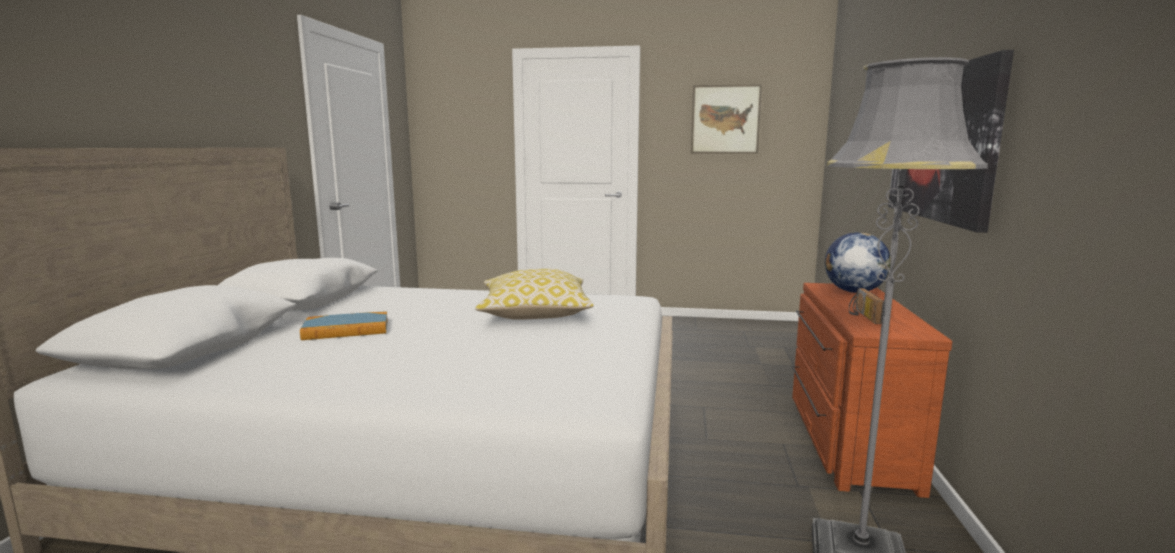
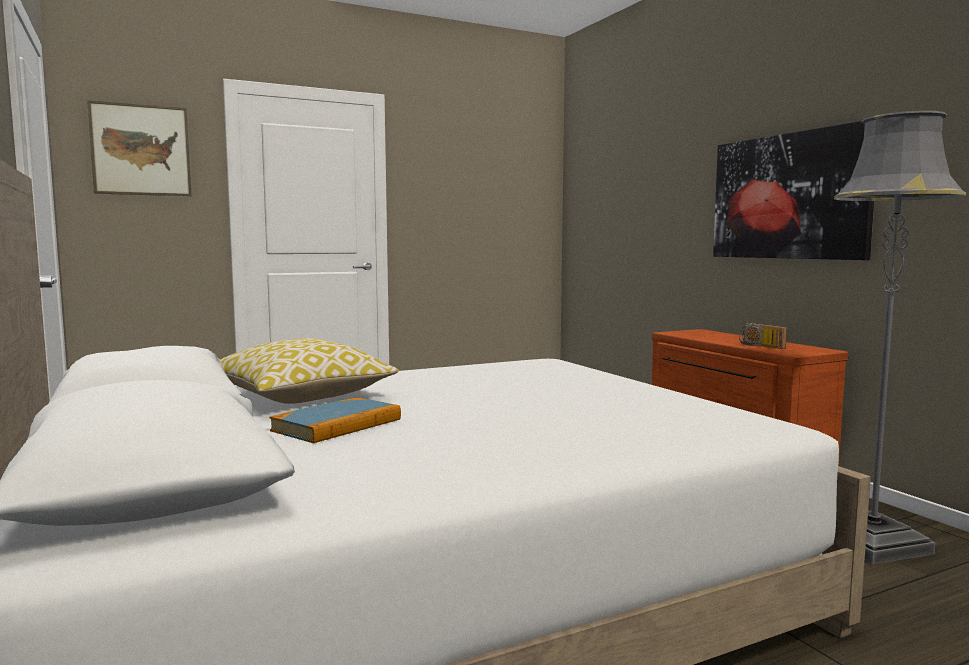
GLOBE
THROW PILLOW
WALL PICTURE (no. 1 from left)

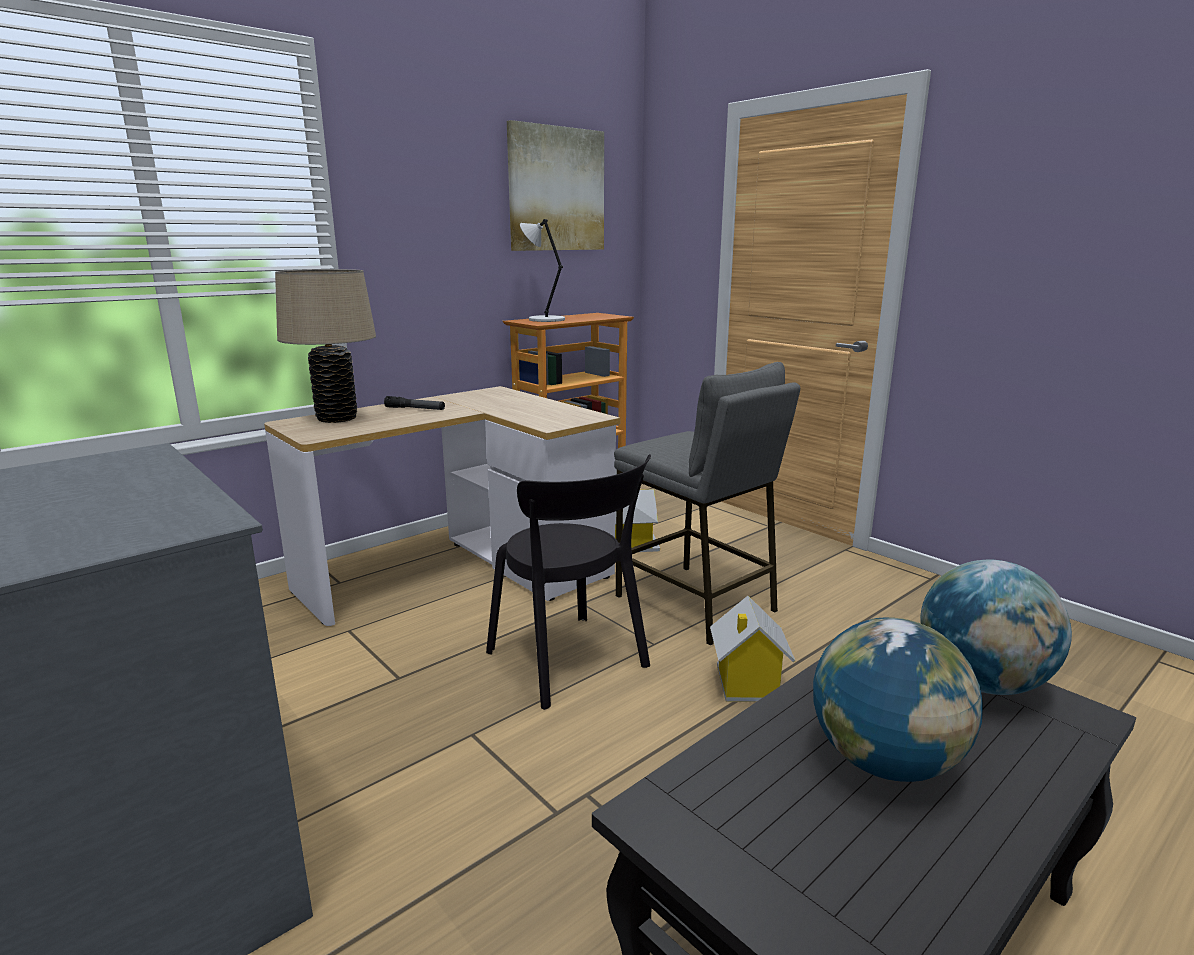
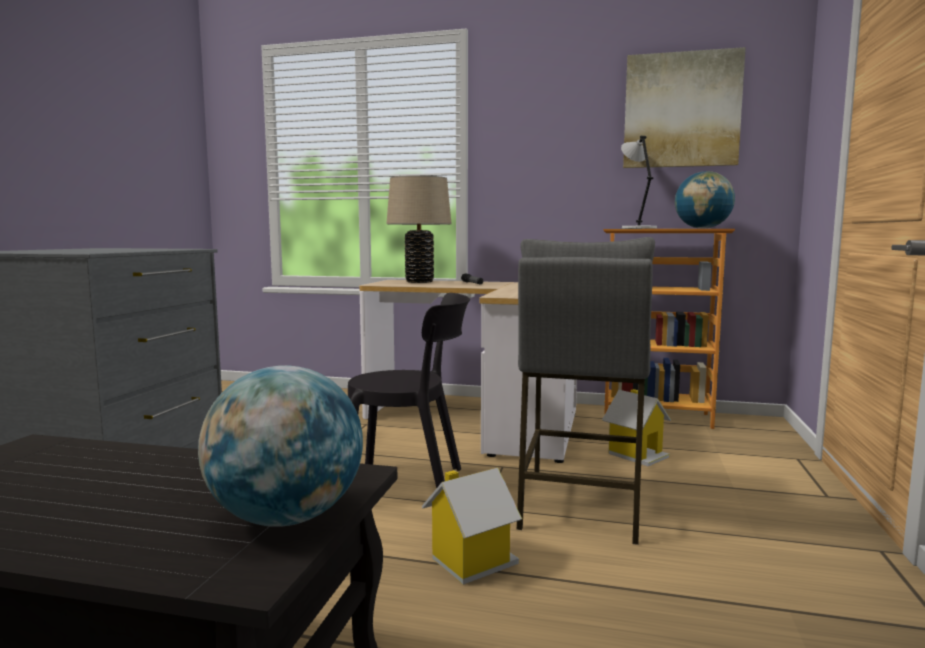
GLOBE (no. 2 from left)
BLACKISH CHAIR

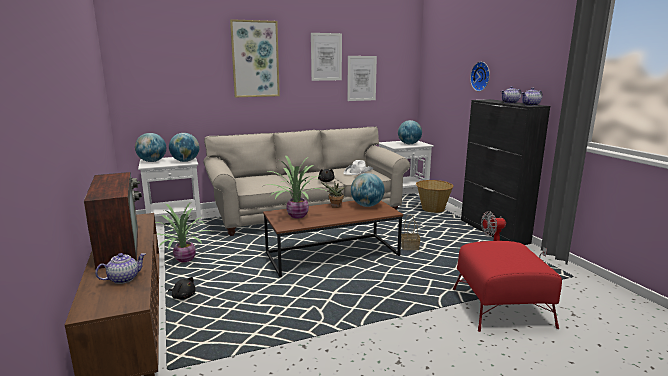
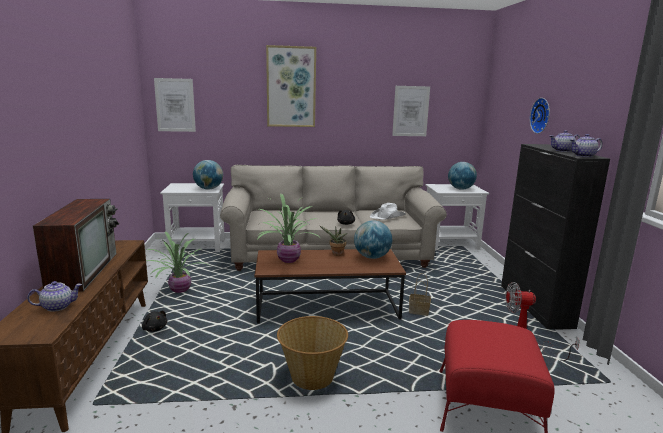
GLOBE (no. 1 from left in the first image)
WALL PICTURE (no. 1 from left)
BASKET (no. 1 from left)

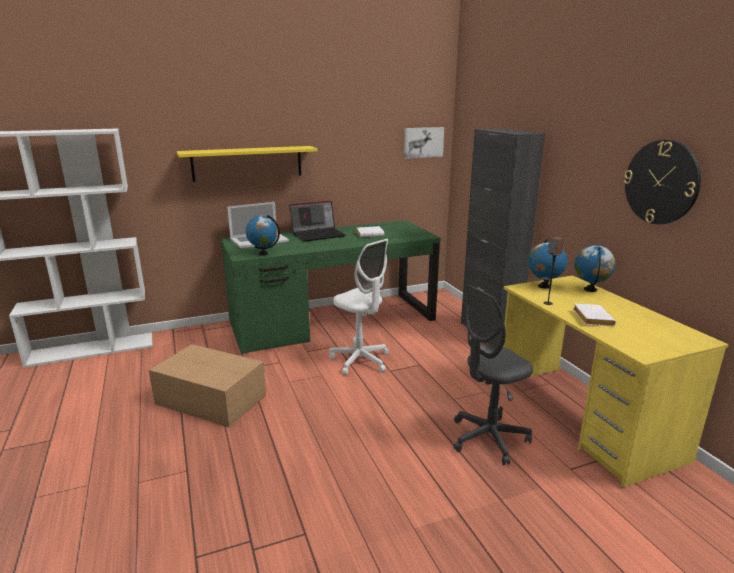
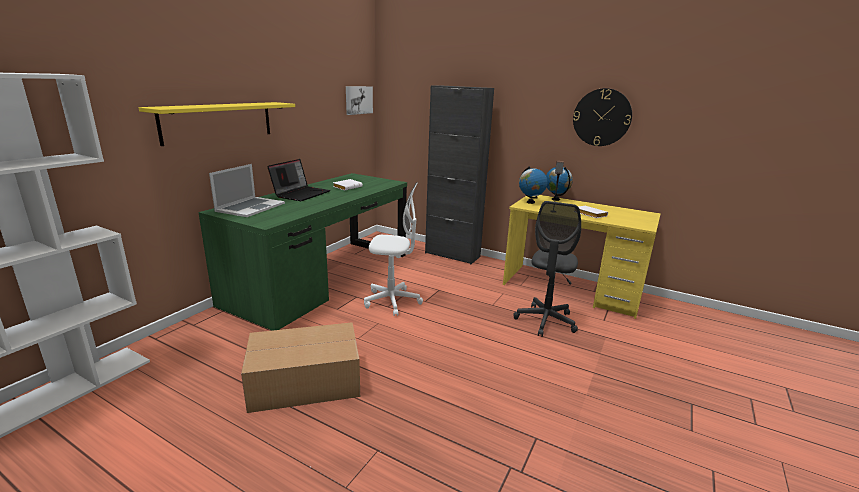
GLOBE (no. 1 from left in the first image)

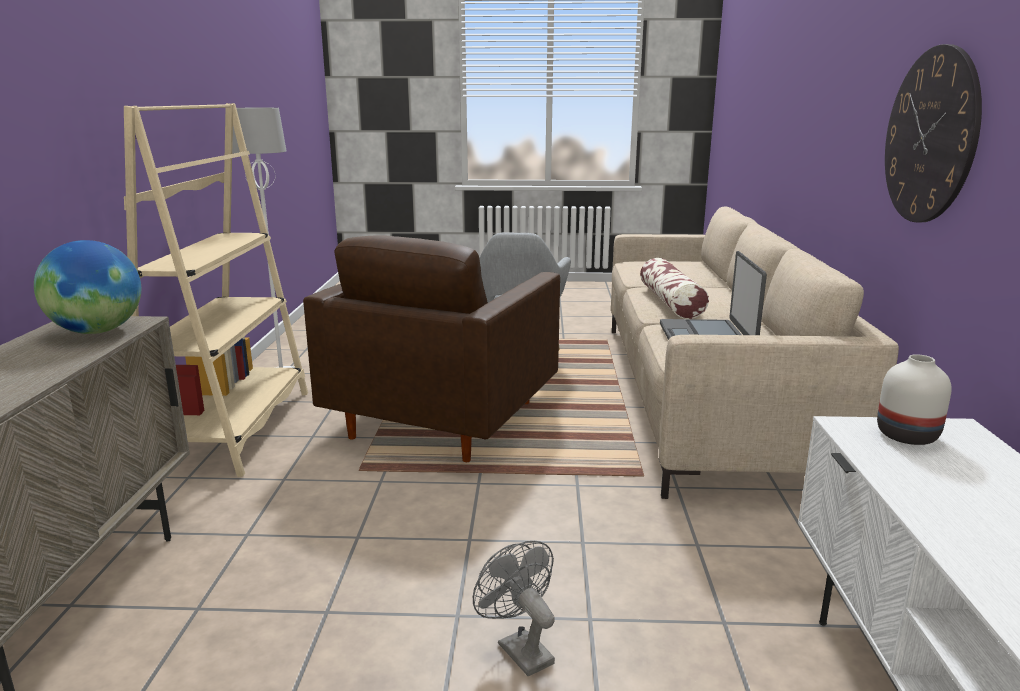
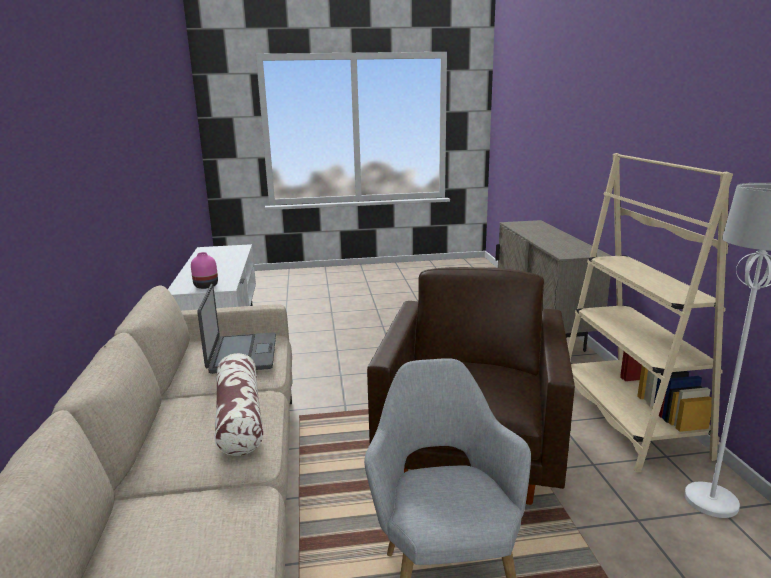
GLOBE
GRAY COOLING FAN
WALL CLOCK
PINKISH DECORATIVE VASE

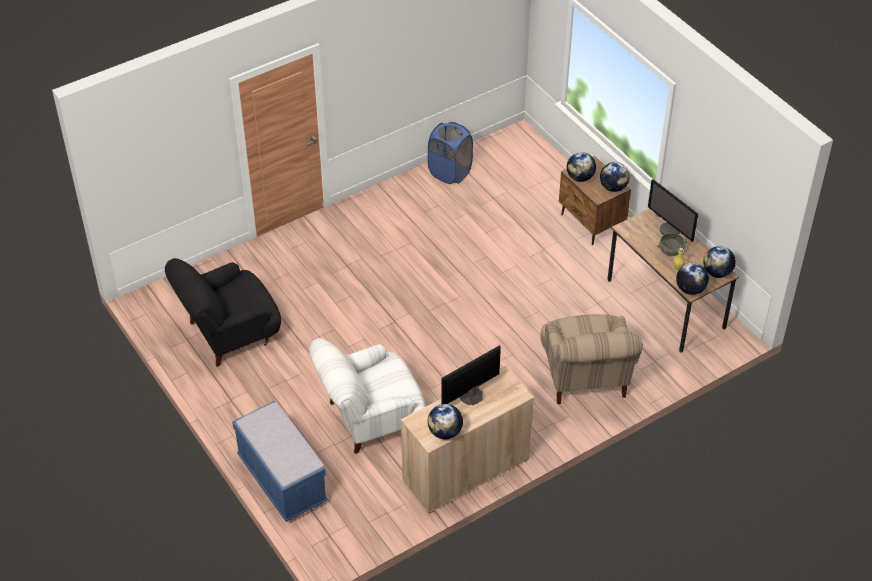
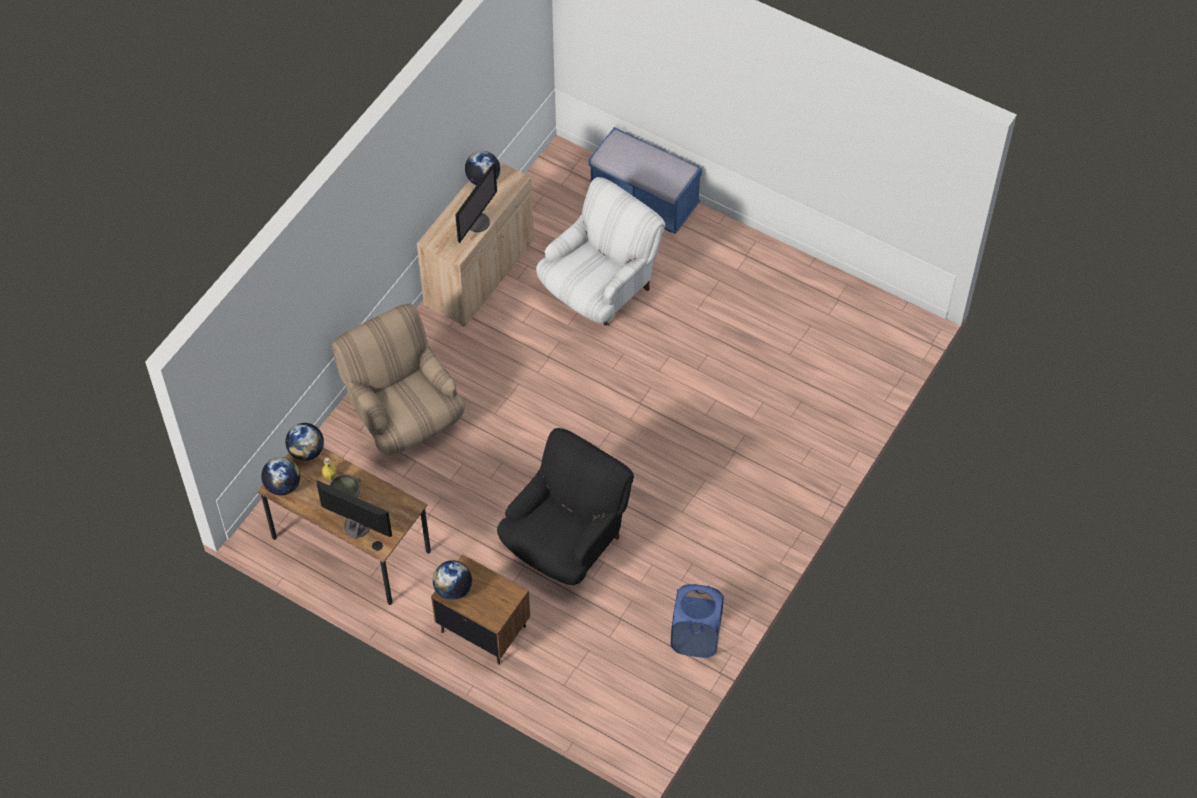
GLOBE (no. 2 from left in the first image)
BLACKISH LOUNGE CHAIR

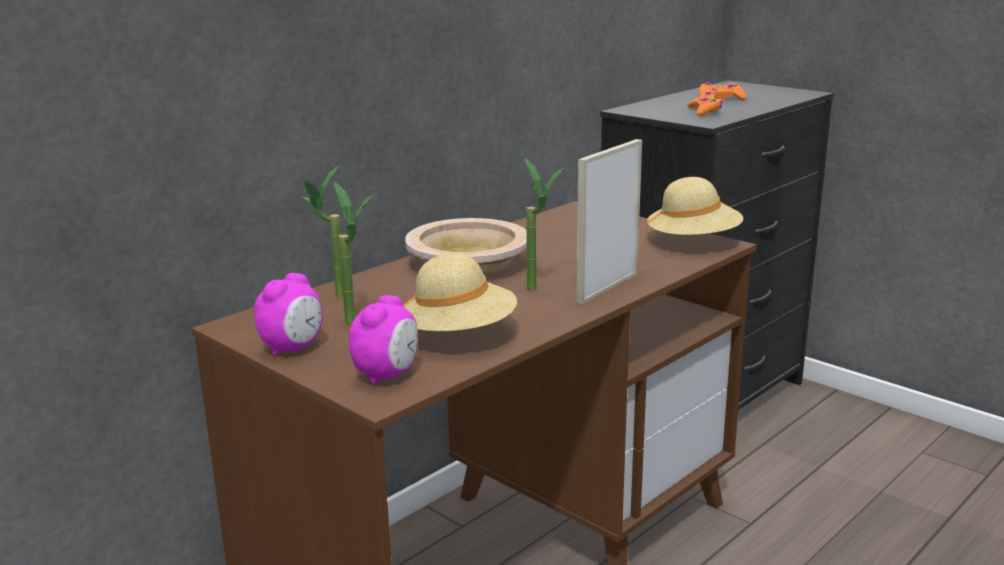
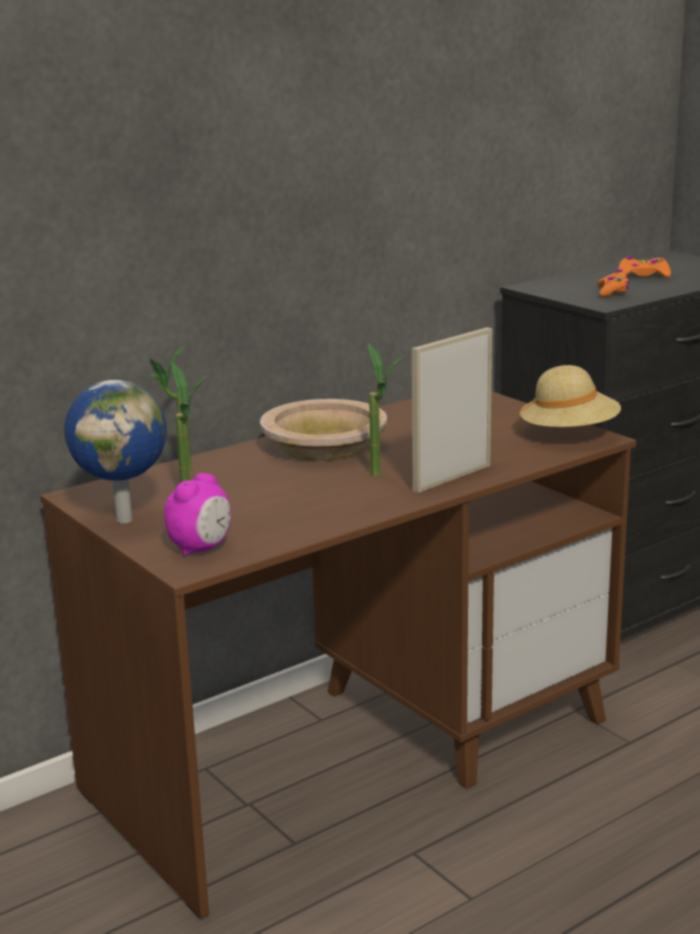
BEIGE CLOTHING HAT (no. 1 from left in the first image)
GLOBE

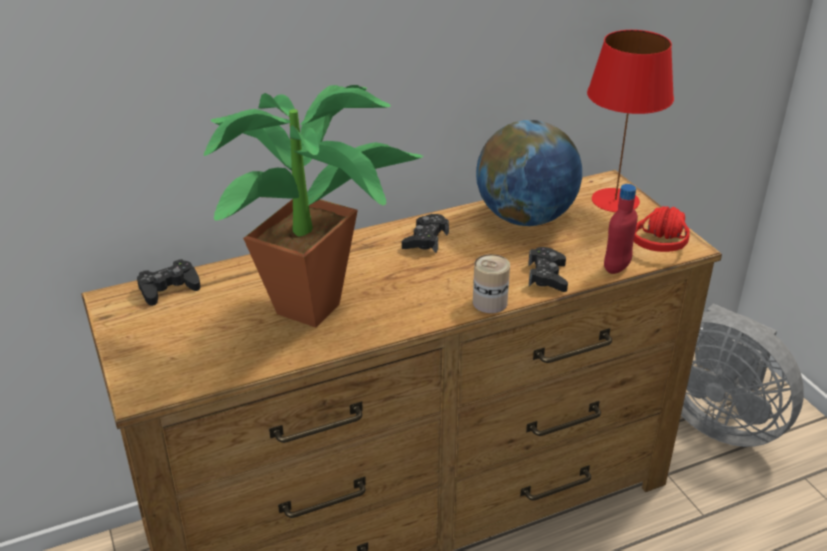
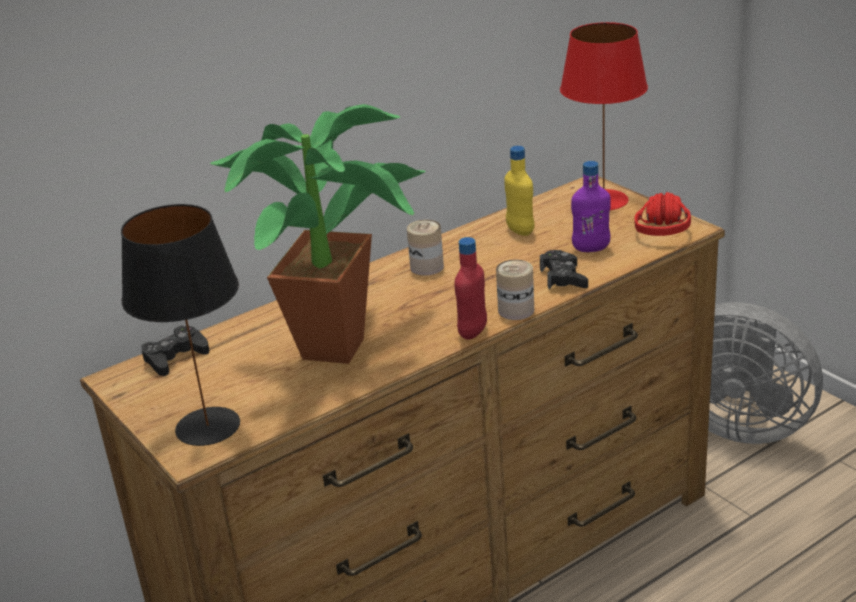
BLACKISH LAMP FOR A TABLE
PURPLE-COLOURED BOTTLE
REDDISH BOTTLE
SEALED CAN (no. 1 from left)
YELLOW-COLOURED BOTTLE

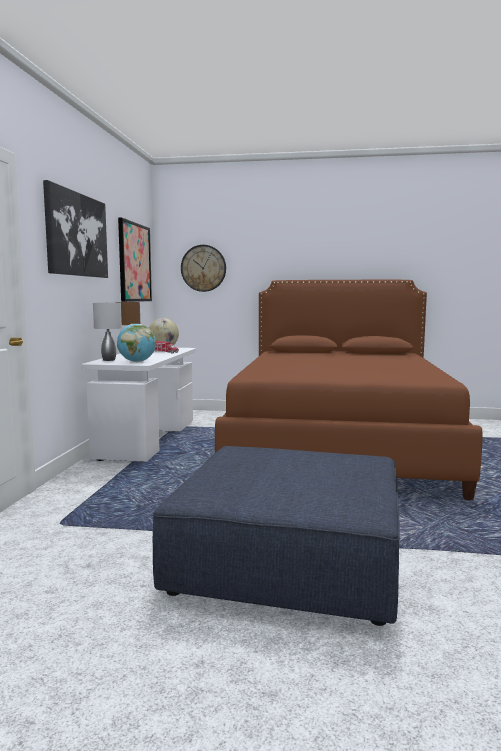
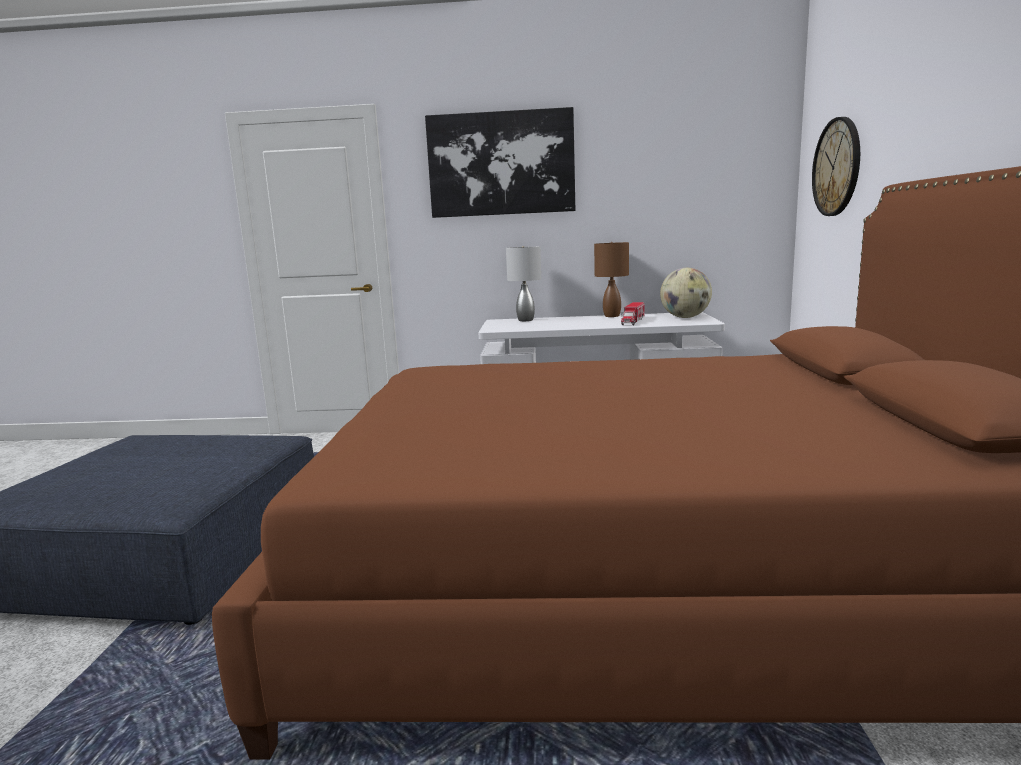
GLOBE (no. 1 from left in the first image)
WALL PICTURE (no. 2 from left in the first image)

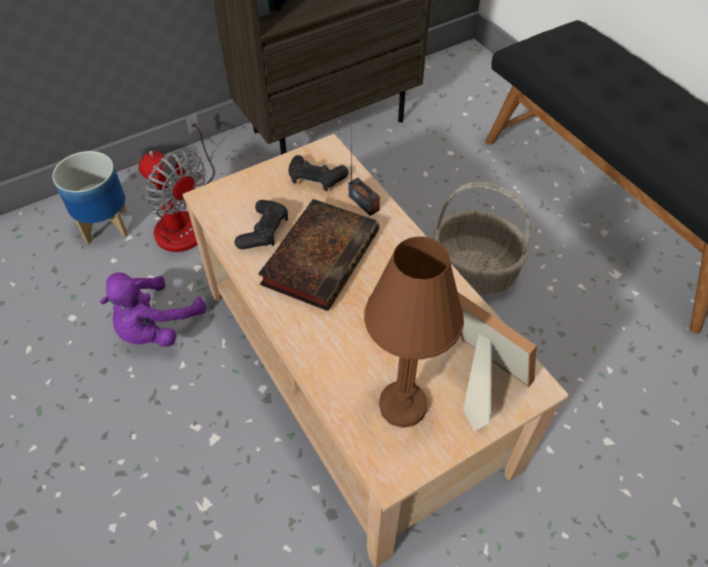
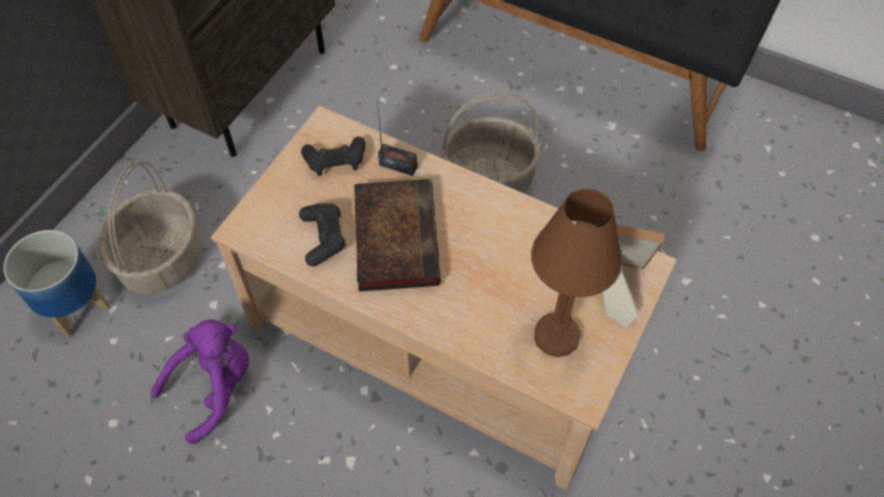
BASKET (no. 1 from left)
PURPLE-COLOURED CUDDLY TOY

